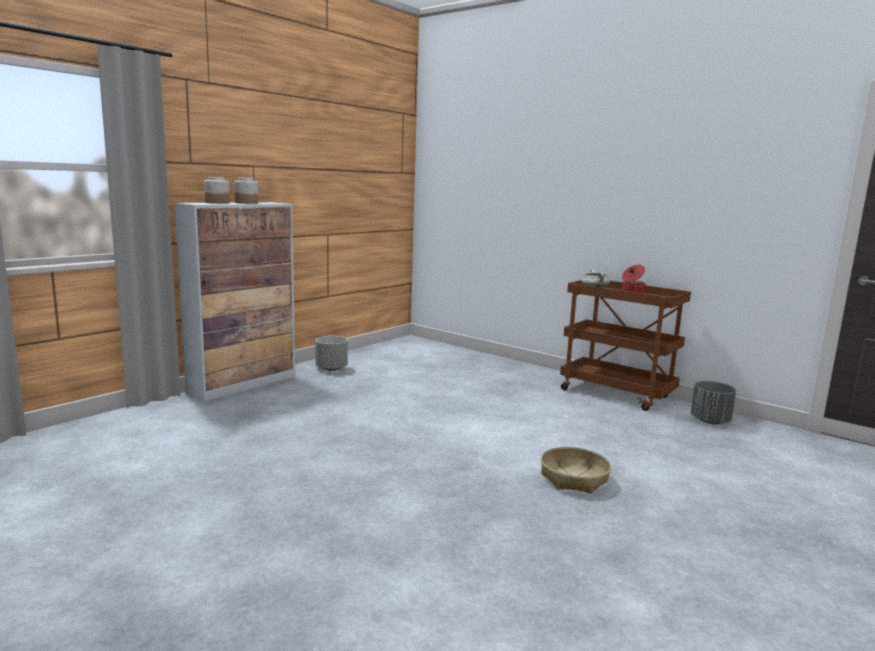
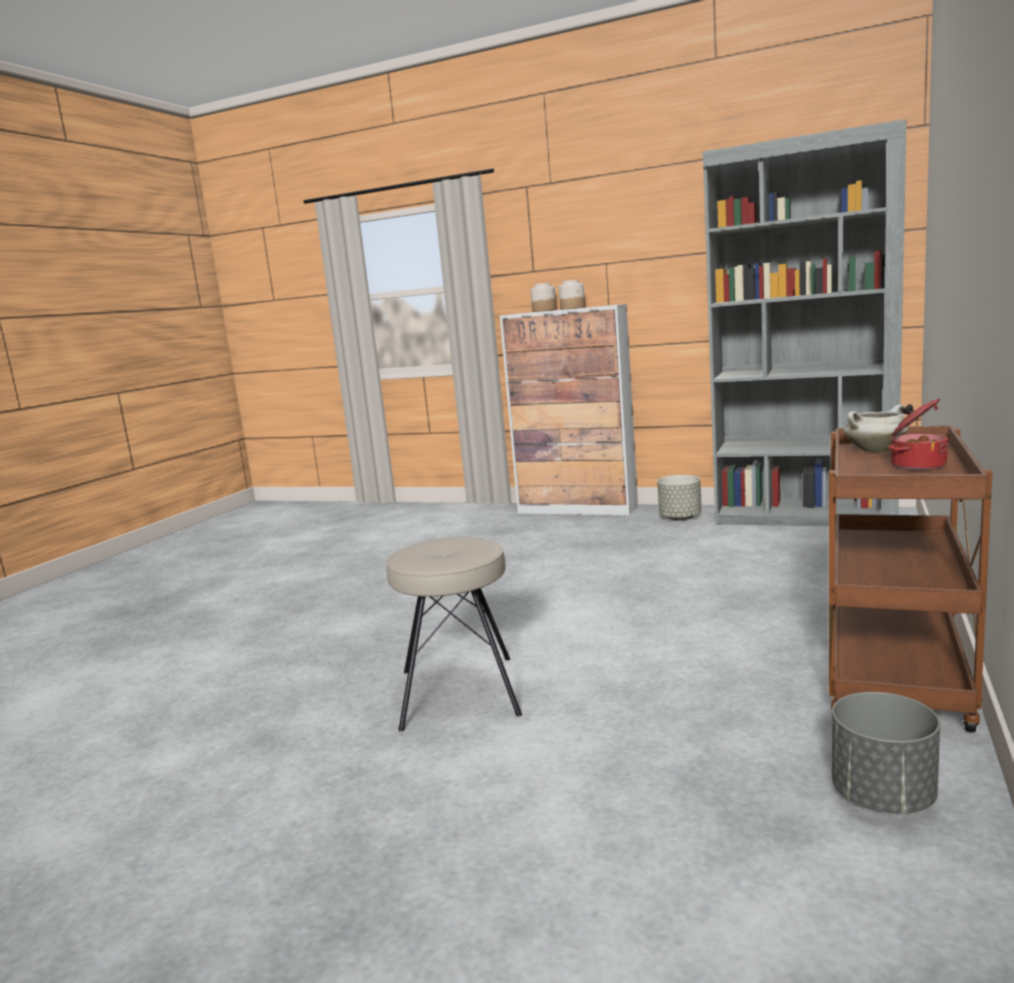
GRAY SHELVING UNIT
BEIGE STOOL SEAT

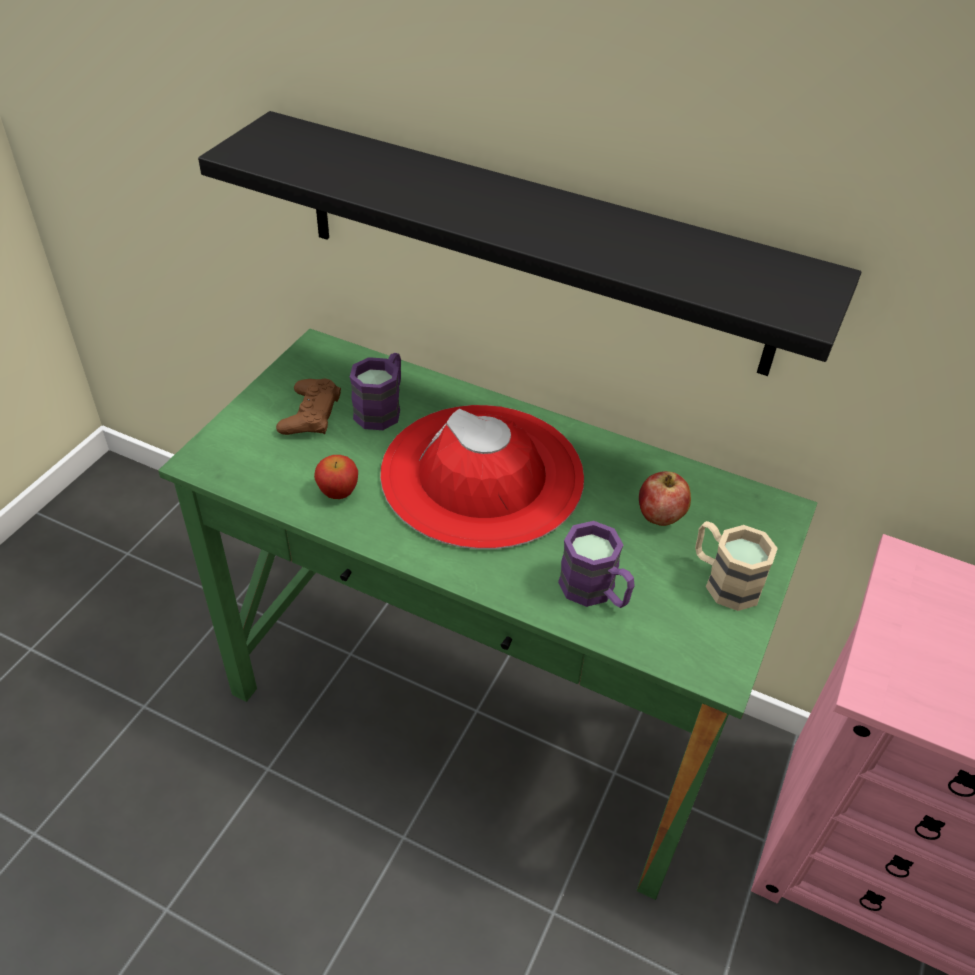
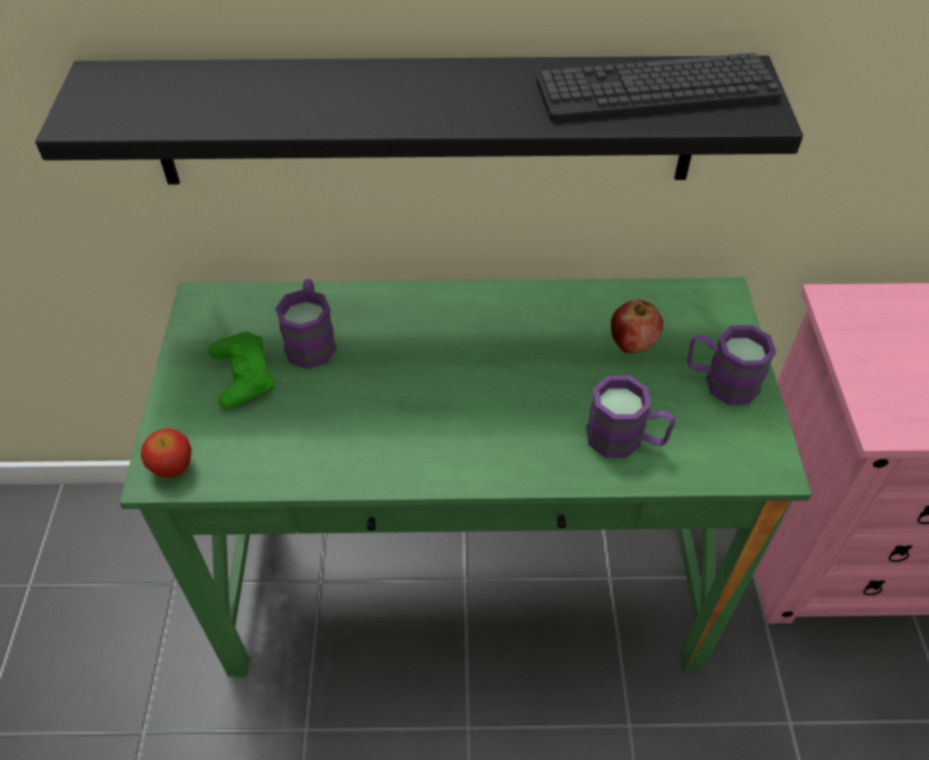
REDDISH CLOTHING HAT
COMPUTER KEYBOARD
WHOLE APPLE (no. 1 from left)
GREEN GAMEPAD
PURPLE-COLOURED TEA MUG (no. 3 from left)

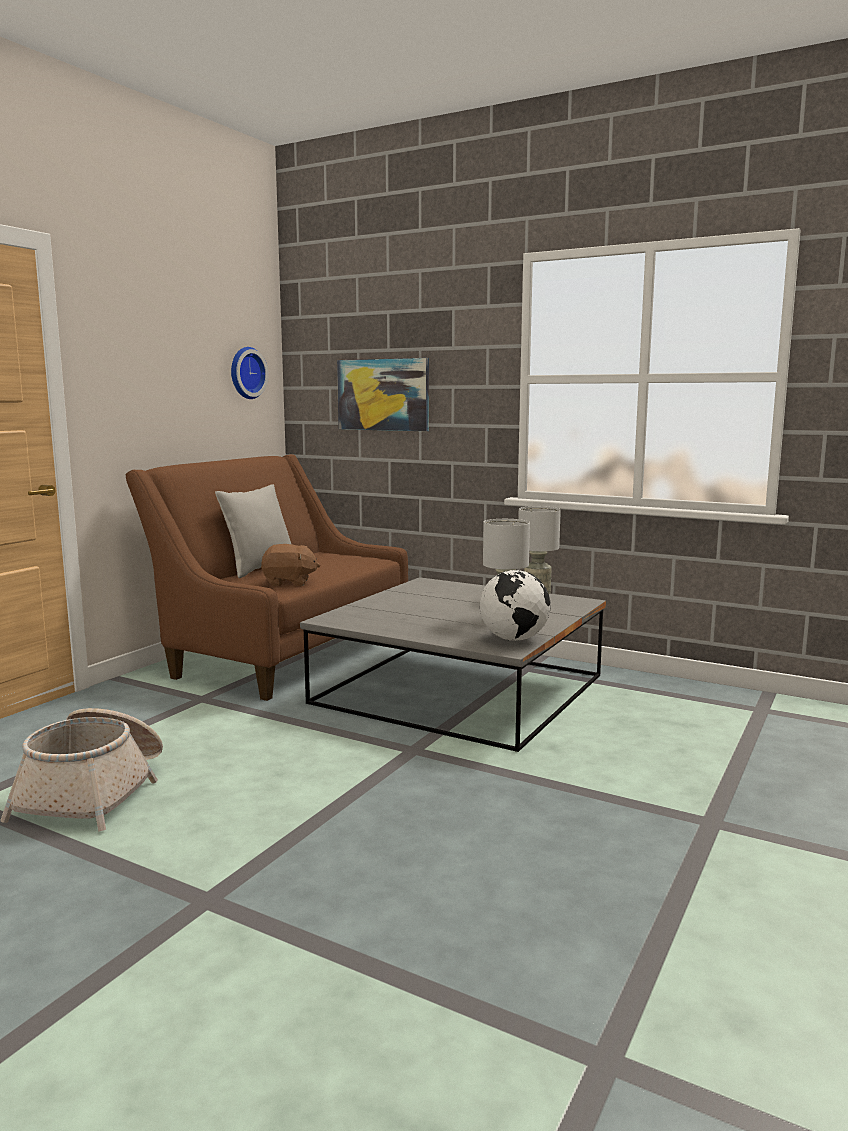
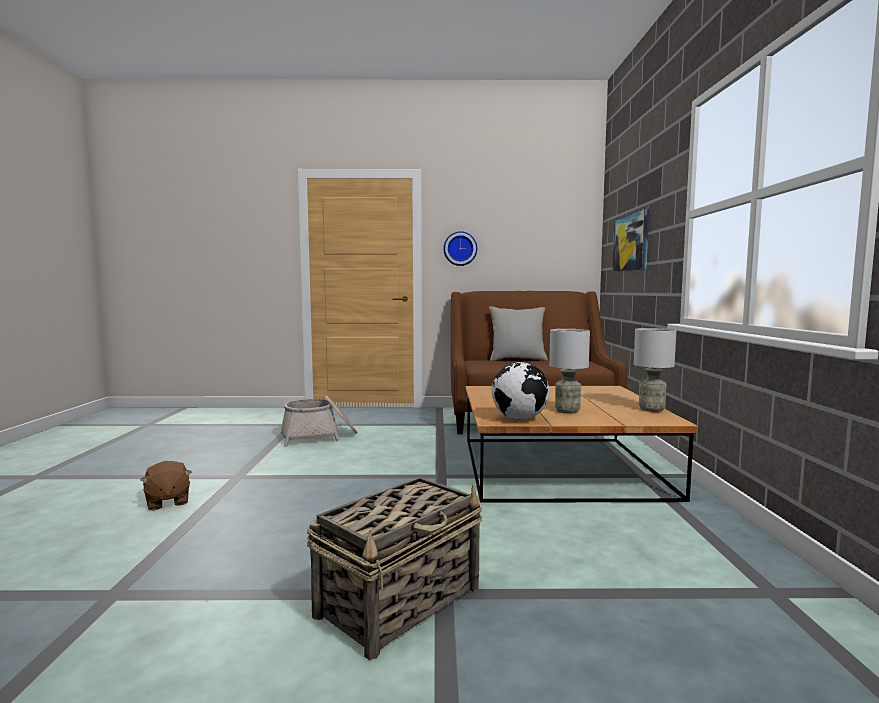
BASKET (no. 2 from left)
WALL CLOCK
BROWN CUDDLY TOY
BROWN COFFEE TABLE

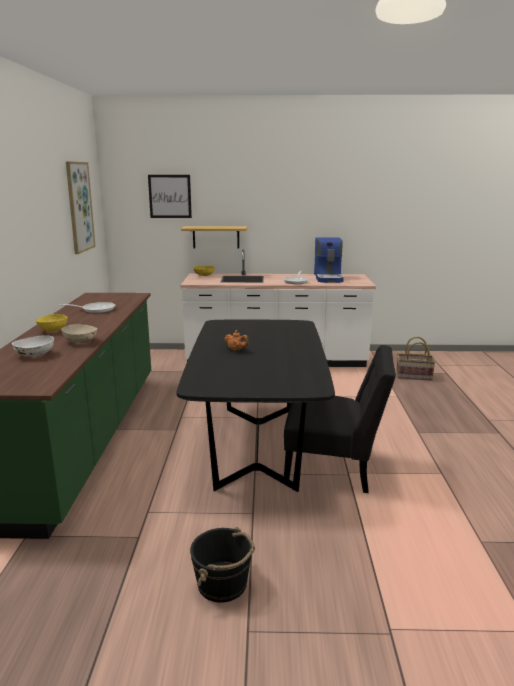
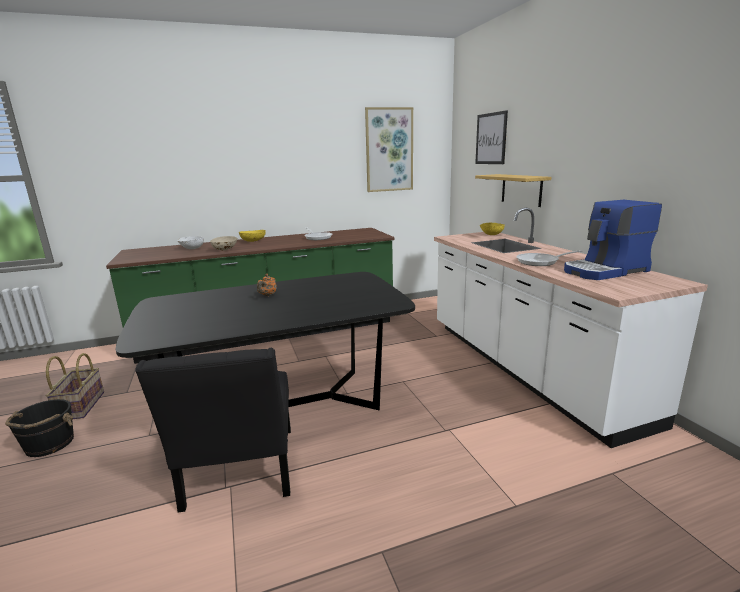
BASKET

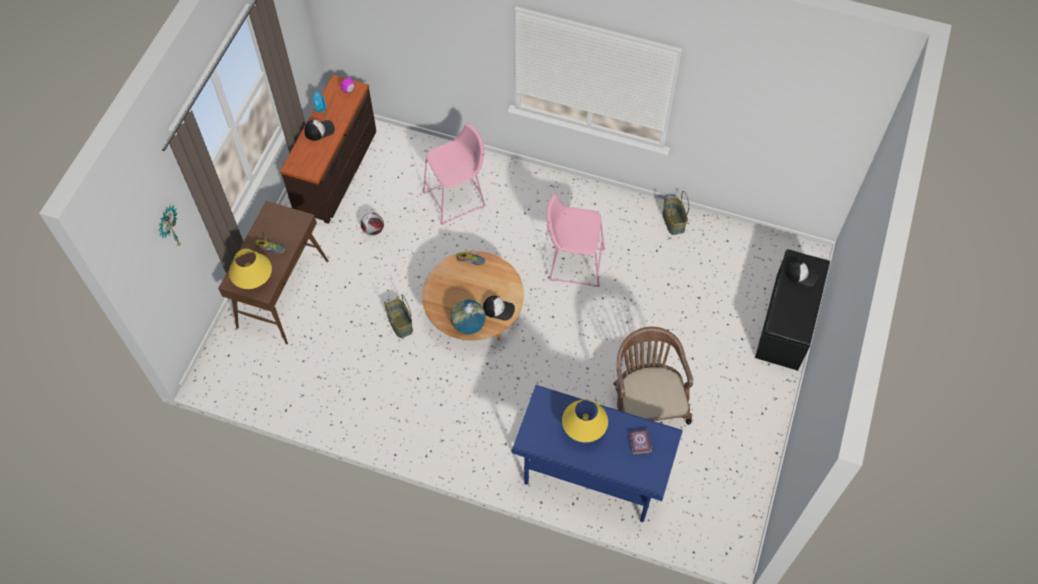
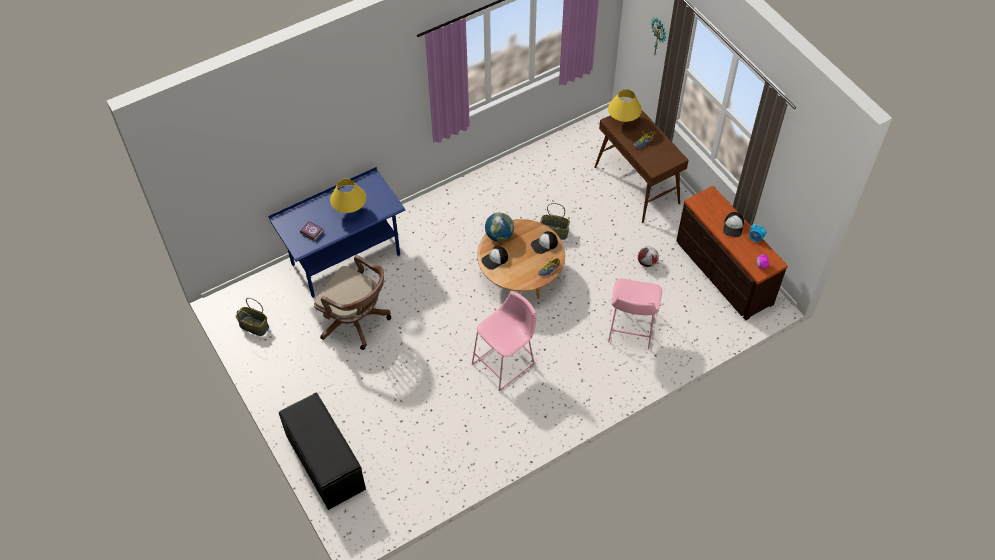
BASKET (no. 1 from left)
PEAKED CAP (no. 2 from left)

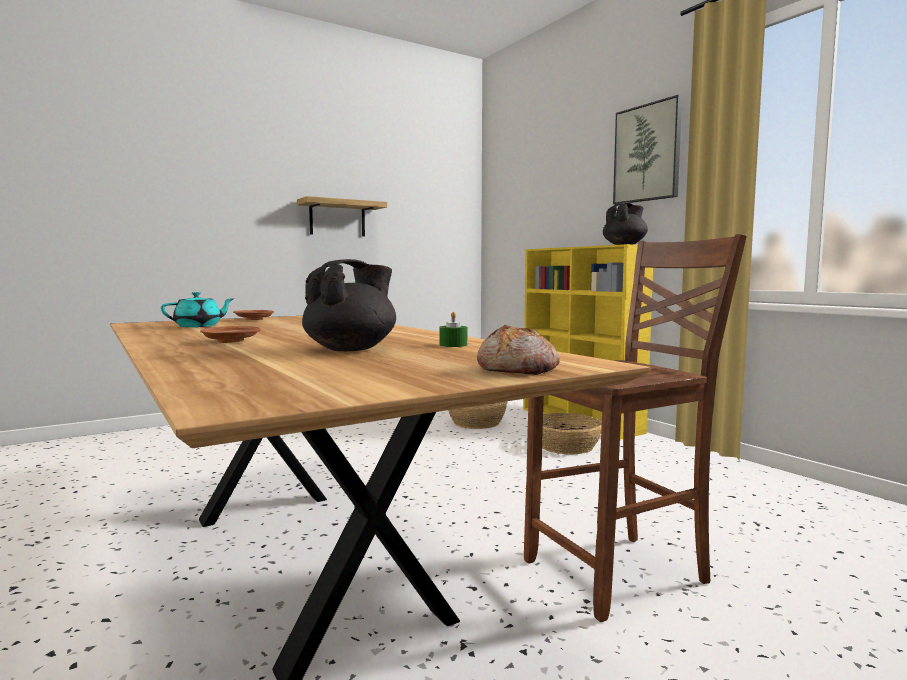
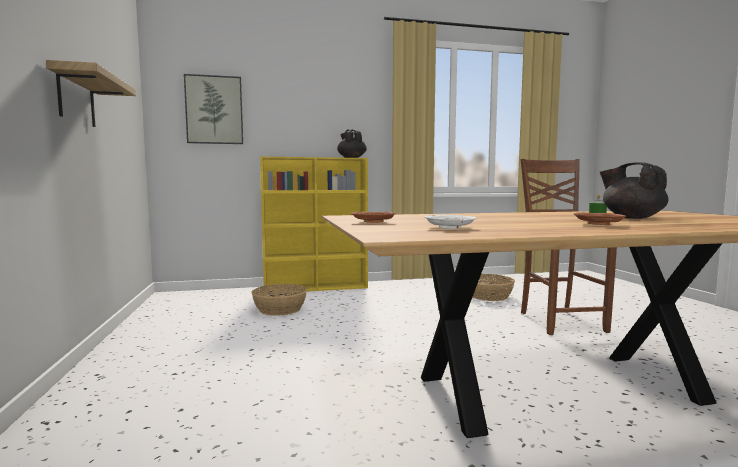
BREAD
BASKET (no. 2 from left)
WALL PICTURE
WHITISH PLATE

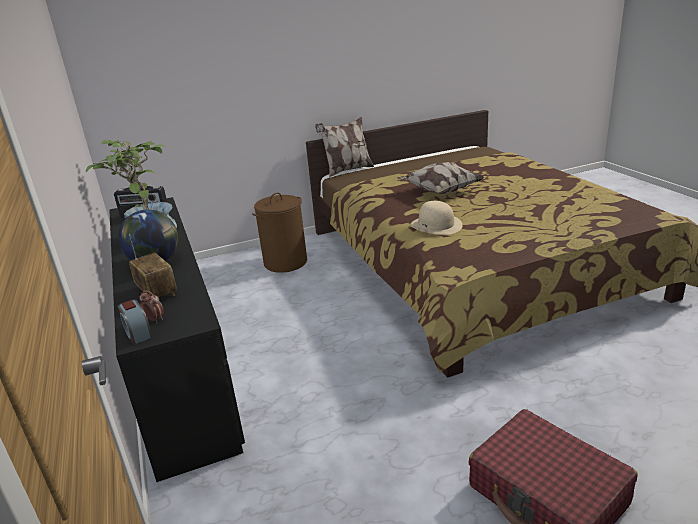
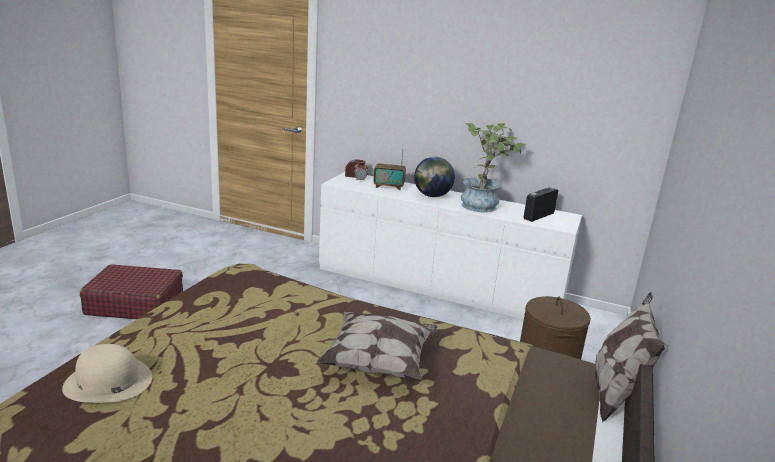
BEIGE CLOTHING HAT
WHITISH DRAWER CHEST

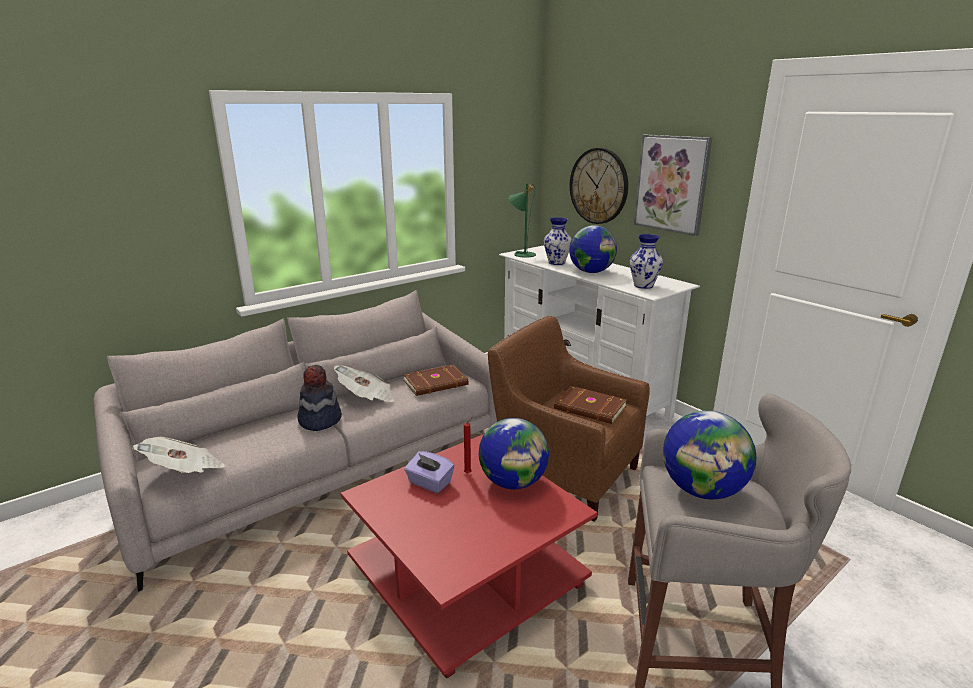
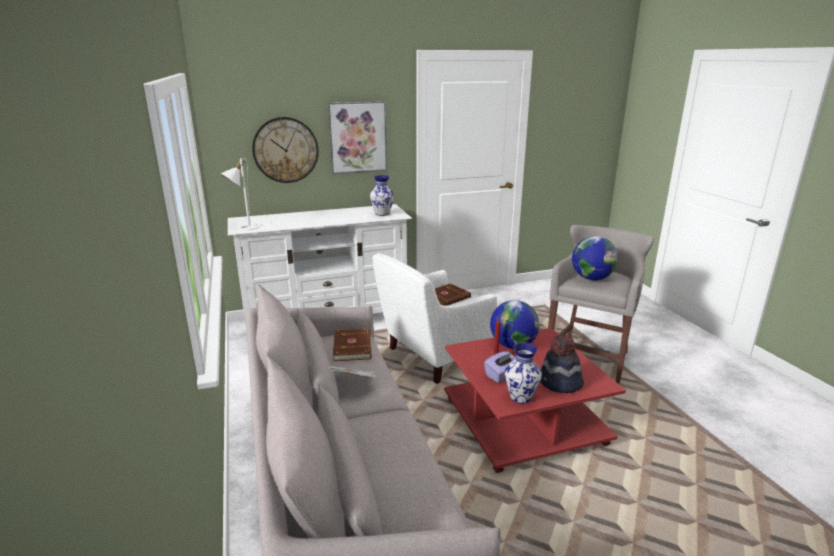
PRINTED PAPER (no. 1 from left in the first image)
GLOBE (no. 2 from left in the first image)
CLOTHING HAT
DECORATIVE VASE (no. 2 from left)
WHITISH LOUNGE CHAIR
WHITISH LAMP FOR A TABLE

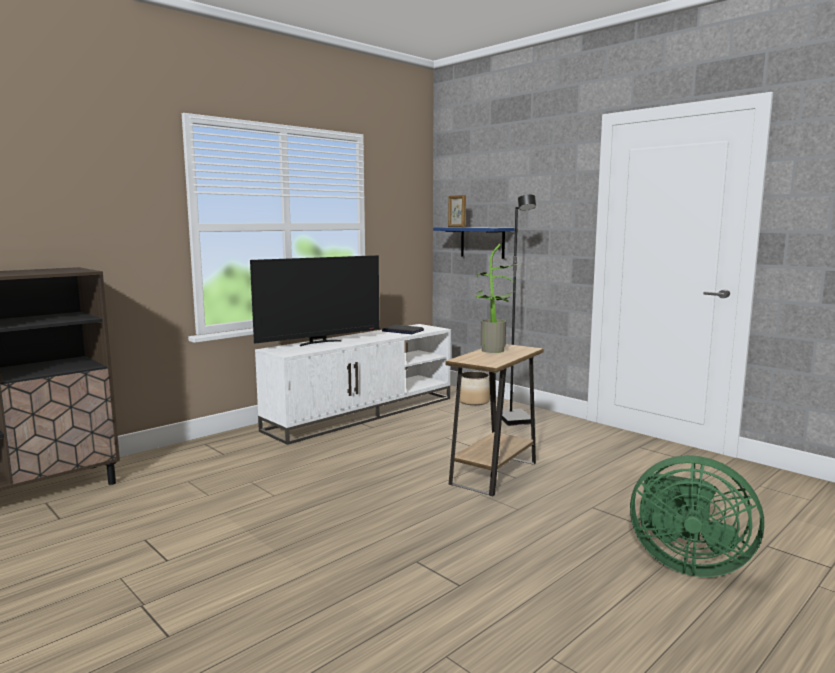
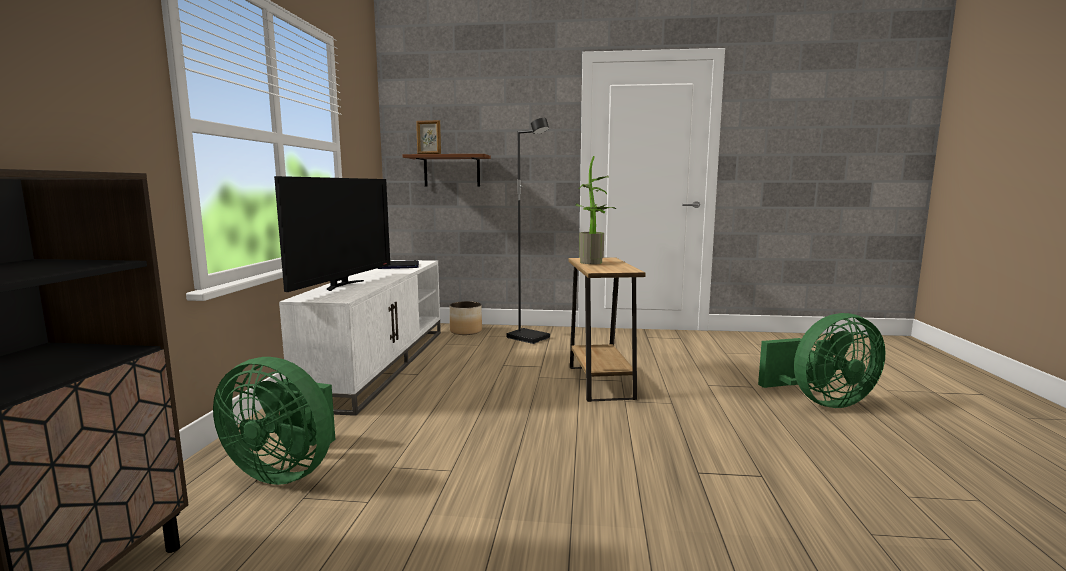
GREEN COOLING FAN (no. 1 from left)
BROWN SHELF

